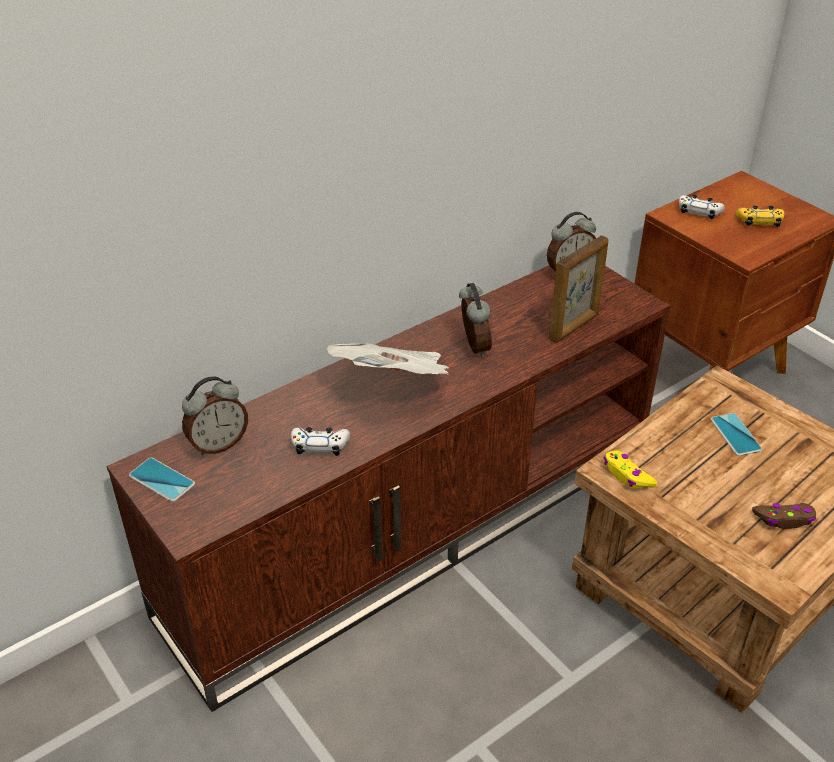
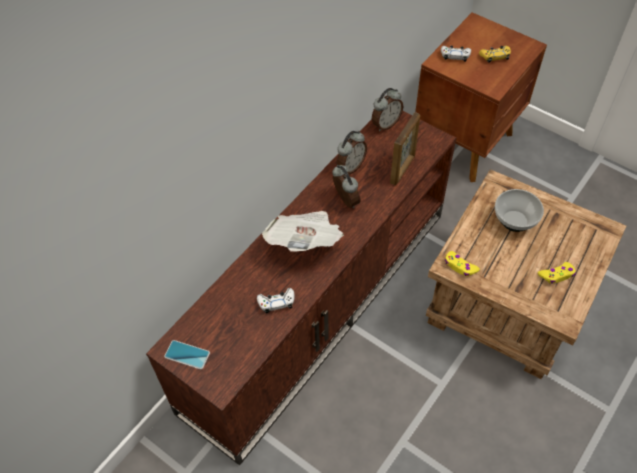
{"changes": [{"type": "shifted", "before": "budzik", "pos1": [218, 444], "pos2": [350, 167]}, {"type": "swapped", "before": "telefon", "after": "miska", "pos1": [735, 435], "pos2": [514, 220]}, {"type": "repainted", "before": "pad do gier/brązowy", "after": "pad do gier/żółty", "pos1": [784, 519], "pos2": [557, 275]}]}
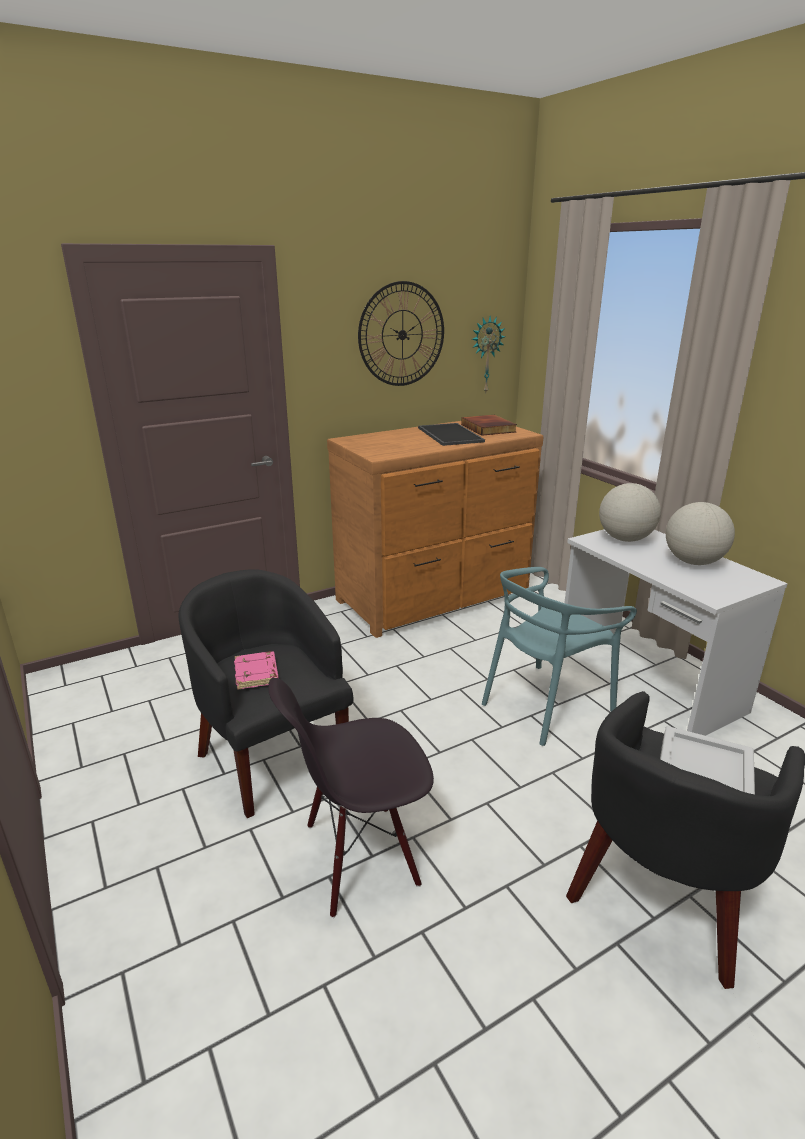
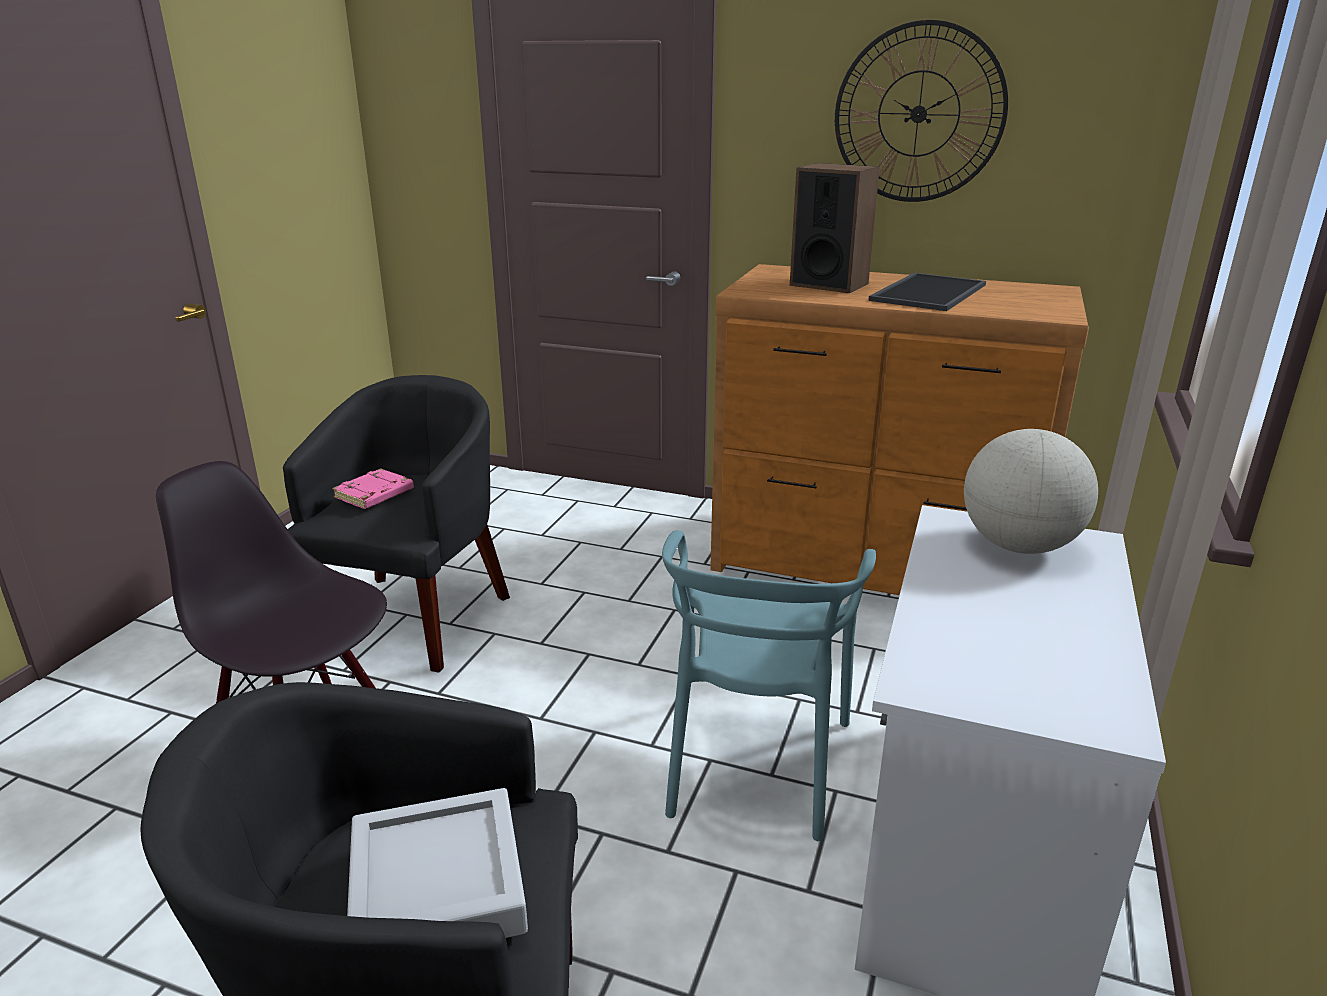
{"changes": [{"type": "gone", "before": "zegar ścienny", "pos1": [485, 355]}, {"type": "gone", "before": "książka", "pos1": [489, 428]}, {"type": "gone", "before": "globus", "pos1": [693, 562]}, {"type": "rotated", "before": "krzesło/turkusowy", "pos1": [545, 704], "pos2": [754, 763], "turn": -90}, {"type": "new", "after": "głośnik", "pos2": [829, 284]}]}
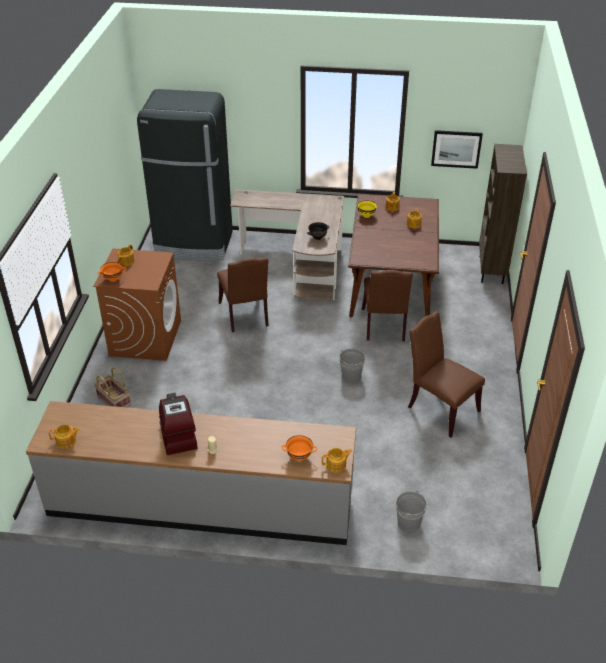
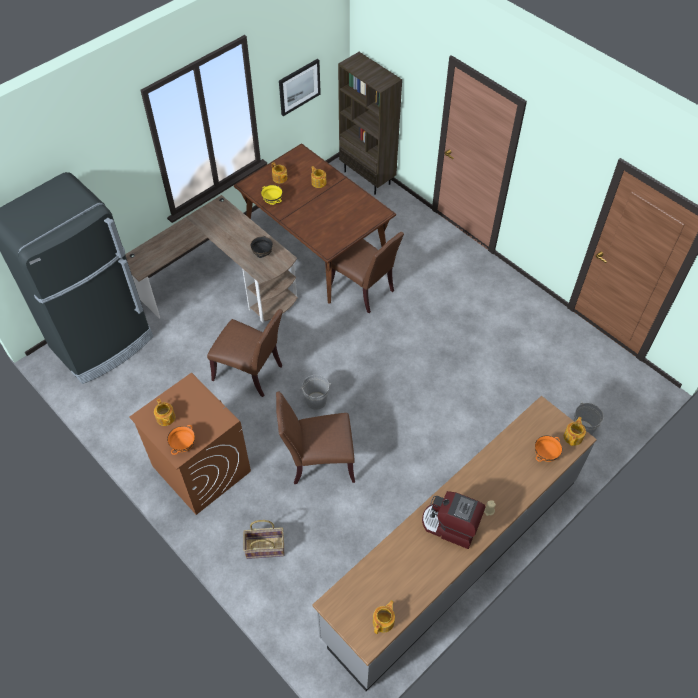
{"changes": [{"type": "shifted", "before": "krzesło/brązowy", "pos1": [440, 408], "pos2": [318, 461]}, {"type": "shifted", "before": "wiadro/szary", "pos1": [351, 376], "pos2": [316, 401]}]}
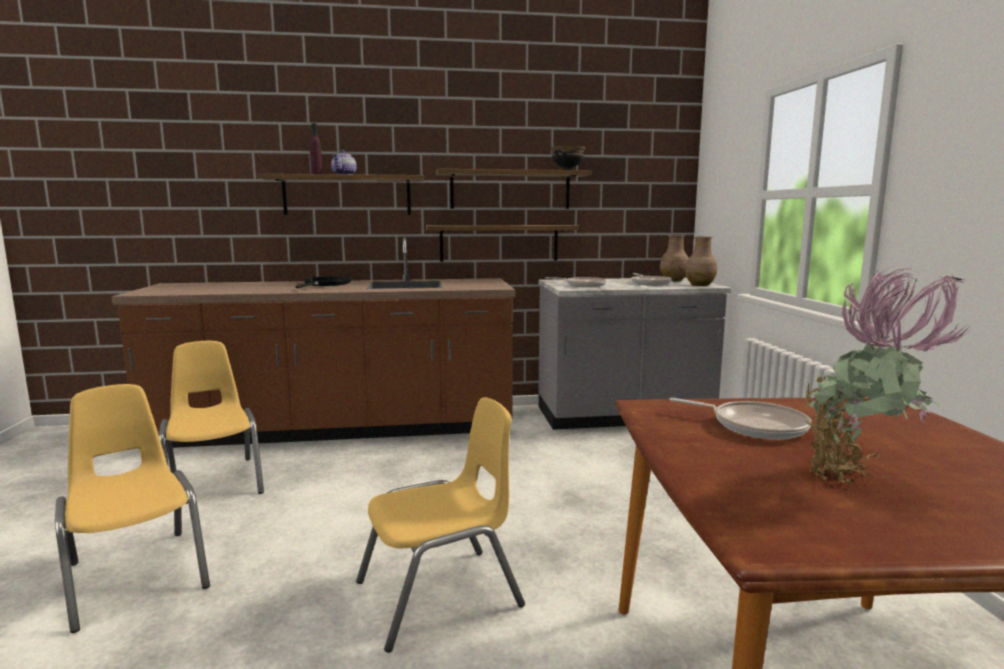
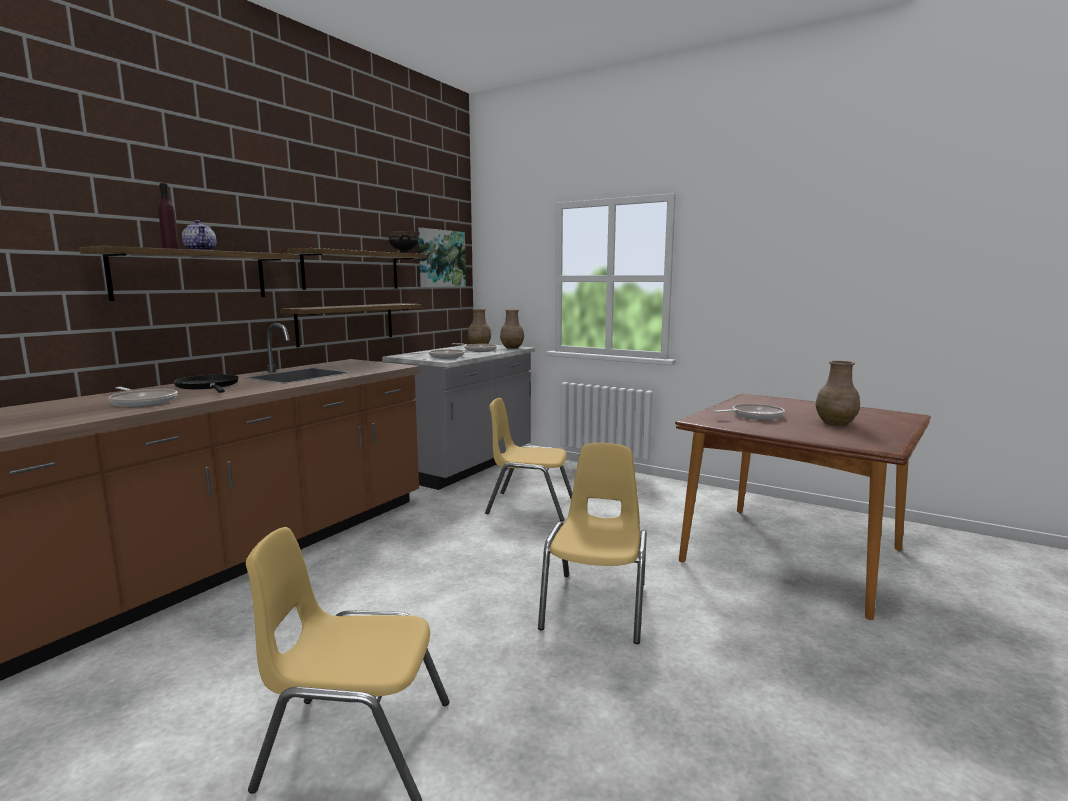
{"changes": [{"type": "swapped", "before": "roślina doniczkowa", "after": "wazon/brązowy", "pos1": [860, 481], "pos2": [836, 423]}, {"type": "shifted", "before": "krzesło/żółty", "pos1": [214, 482], "pos2": [530, 506]}, {"type": "new", "after": "obraz", "pos2": [441, 258]}, {"type": "new", "after": "patelnia", "pos2": [143, 402]}]}
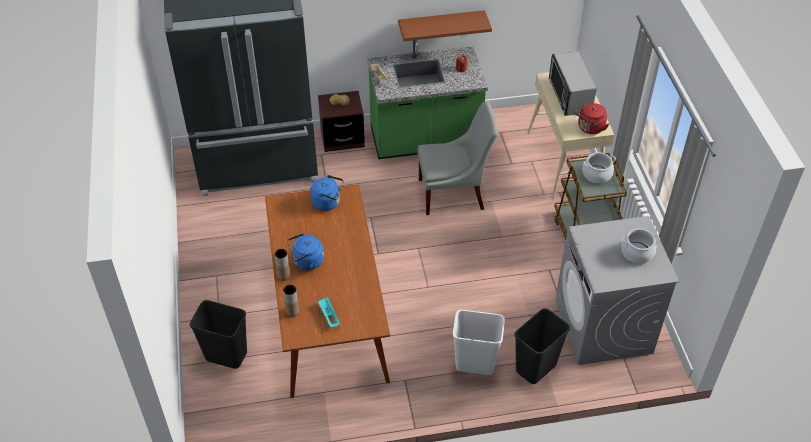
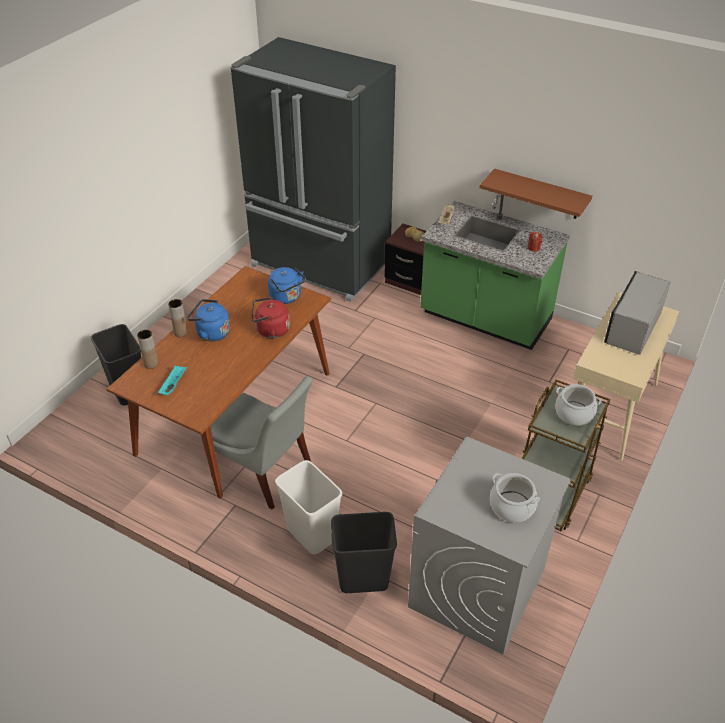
{"changes": [{"type": "shifted", "before": "krzesło/szary", "pos1": [454, 194], "pos2": [265, 473]}, {"type": "shifted", "before": "czajnik/czerwony", "pos1": [590, 128], "pos2": [270, 330]}]}
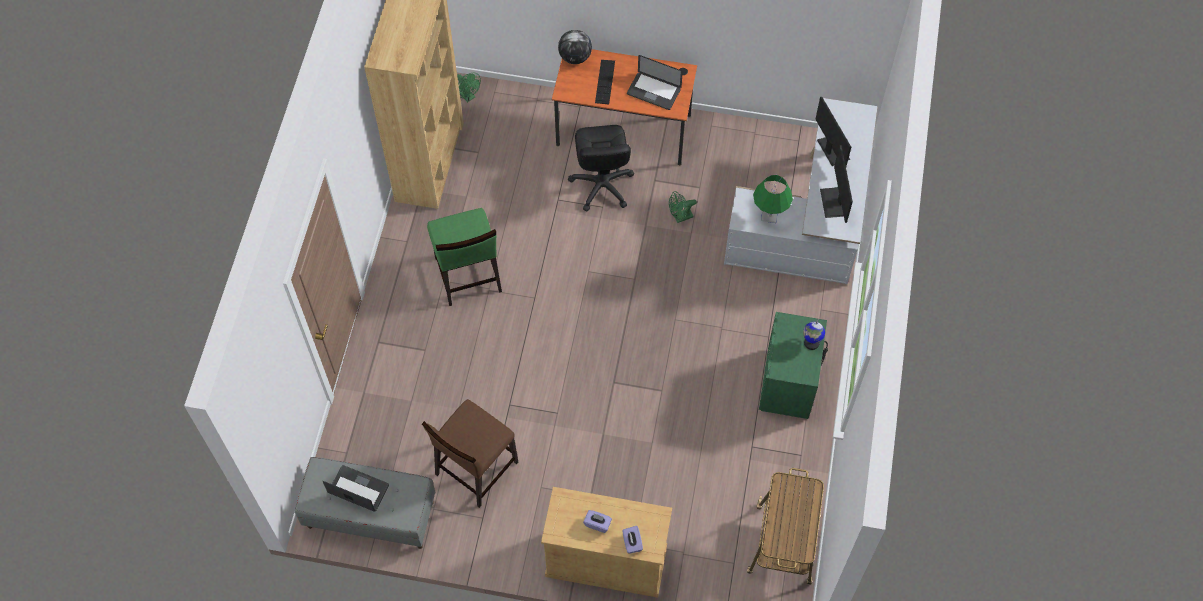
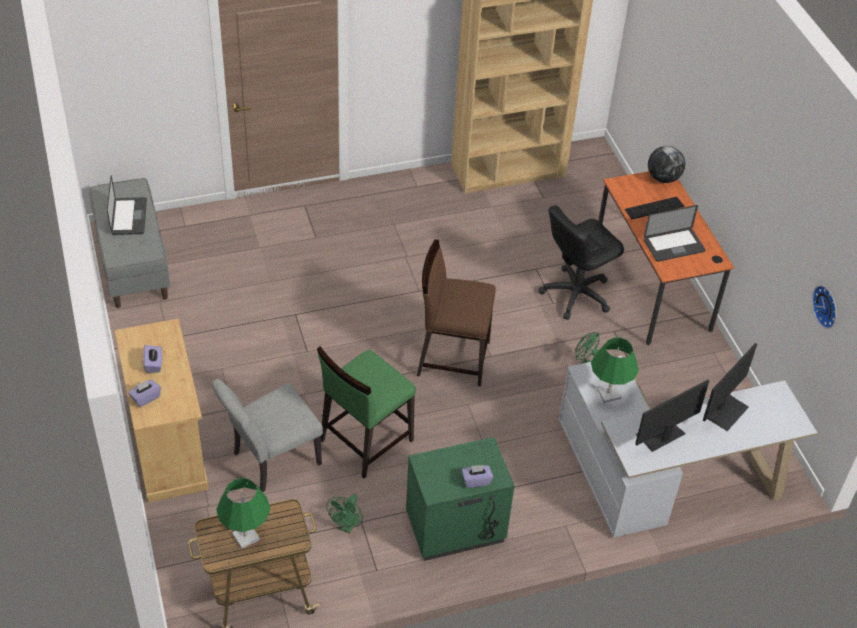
{"changes": [{"type": "rotated", "before": "laptop", "pos1": [653, 91], "pos2": [674, 246], "turn": -105}, {"type": "shifted", "before": "wentylator/zielony", "pos1": [468, 96], "pos2": [347, 526]}, {"type": "shifted", "before": "krzesło/zielony", "pos1": [467, 275], "pos2": [365, 440]}, {"type": "swapped", "before": "globus", "after": "pudełko chusteczek/fioletowy", "pos1": [811, 343], "pos2": [476, 481]}, {"type": "shifted", "before": "krzesło/brązowy", "pos1": [475, 468], "pos2": [452, 357]}, {"type": "new", "after": "zegar ścienny", "pos2": [827, 306]}, {"type": "new", "after": "krzesło/szary", "pos2": [270, 461]}, {"type": "new", "after": "lampa stołowa/zielony", "pos2": [246, 536]}]}
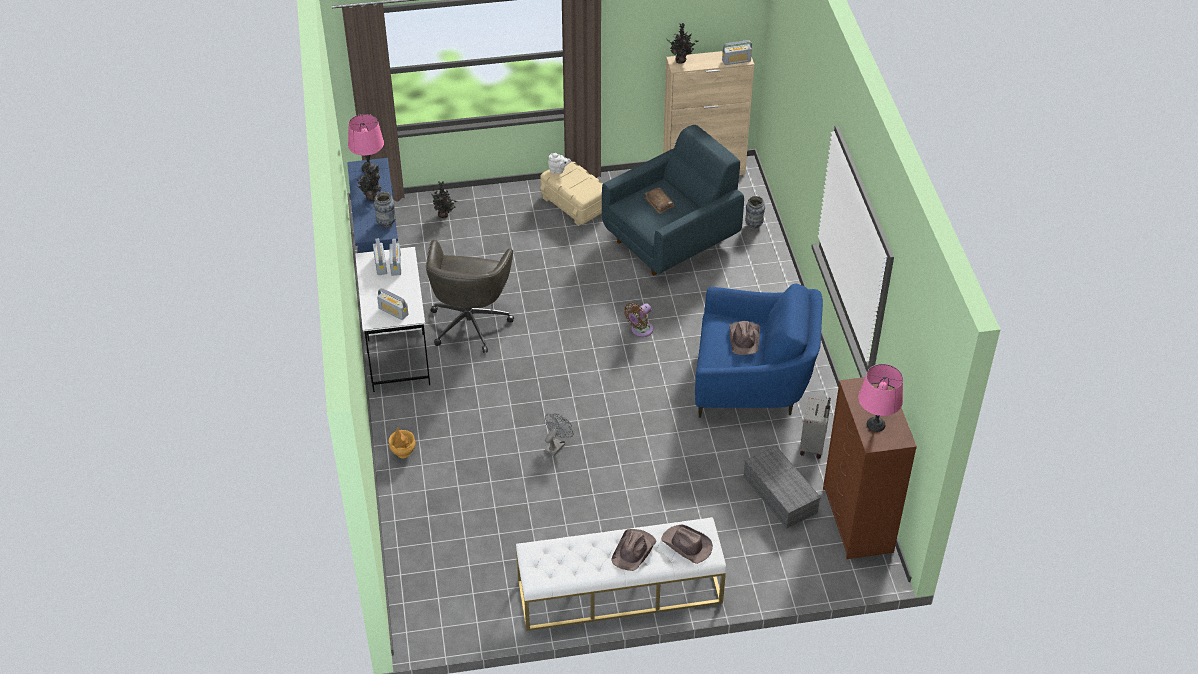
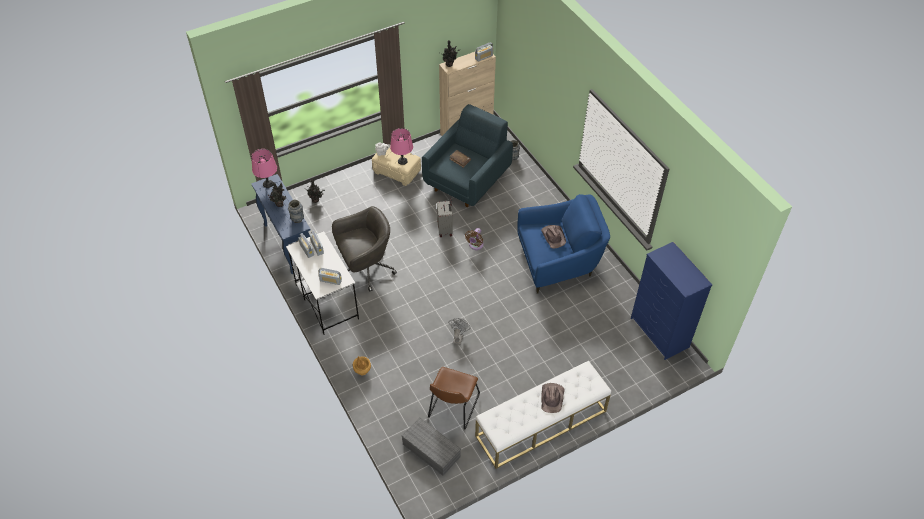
{"changes": [{"type": "rotated", "before": "krzesło biurowe/szary", "pos1": [470, 322], "pos2": [366, 269], "turn": -105}, {"type": "shifted", "before": "lampa stołowa/różowy", "pos1": [875, 425], "pos2": [402, 161]}, {"type": "repainted", "before": "komoda/brązowy", "after": "komoda/niebieski", "pos1": [857, 521], "pos2": [660, 333]}, {"type": "shifted", "before": "walizka/szary", "pos1": [813, 446], "pos2": [445, 229]}, {"type": "shifted", "before": "pojemnik do przechowywania/szary", "pos1": [778, 494], "pos2": [430, 450]}, {"type": "gone", "before": "kapelusz/brązowy", "pos1": [687, 545]}, {"type": "new", "after": "krzesło/brązowy", "pos2": [453, 407]}]}
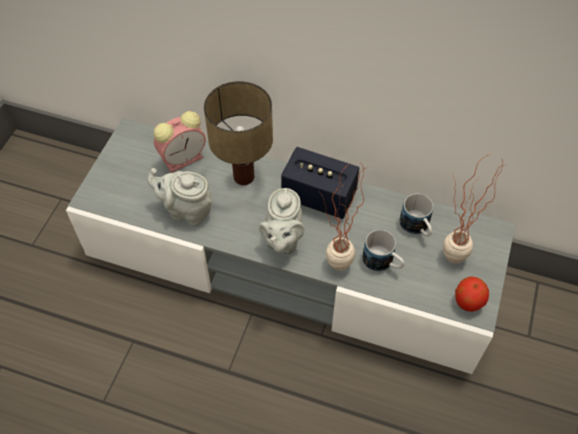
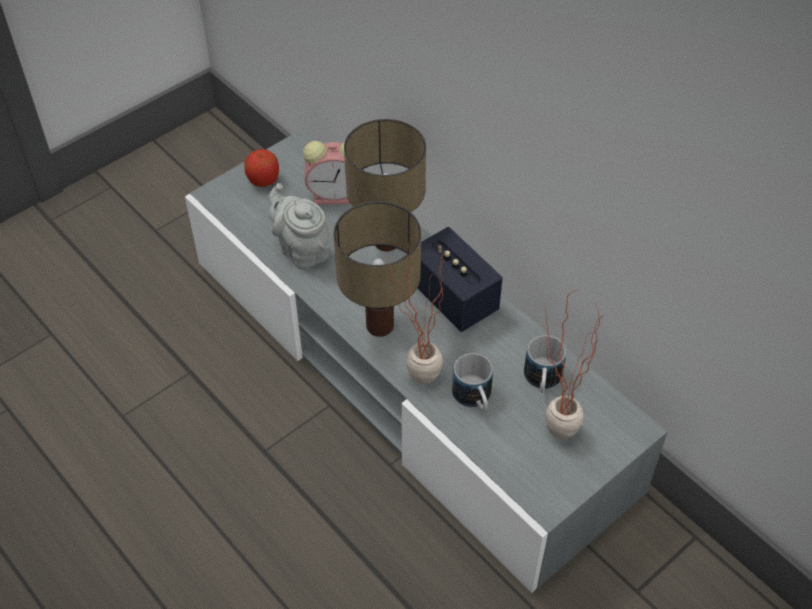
{"changes": [{"type": "swapped", "before": "imbryk/szary", "after": "lampa stołowa", "pos1": [282, 240], "pos2": [381, 324]}, {"type": "shifted", "before": "jabłko", "pos1": [468, 302], "pos2": [263, 181]}]}
